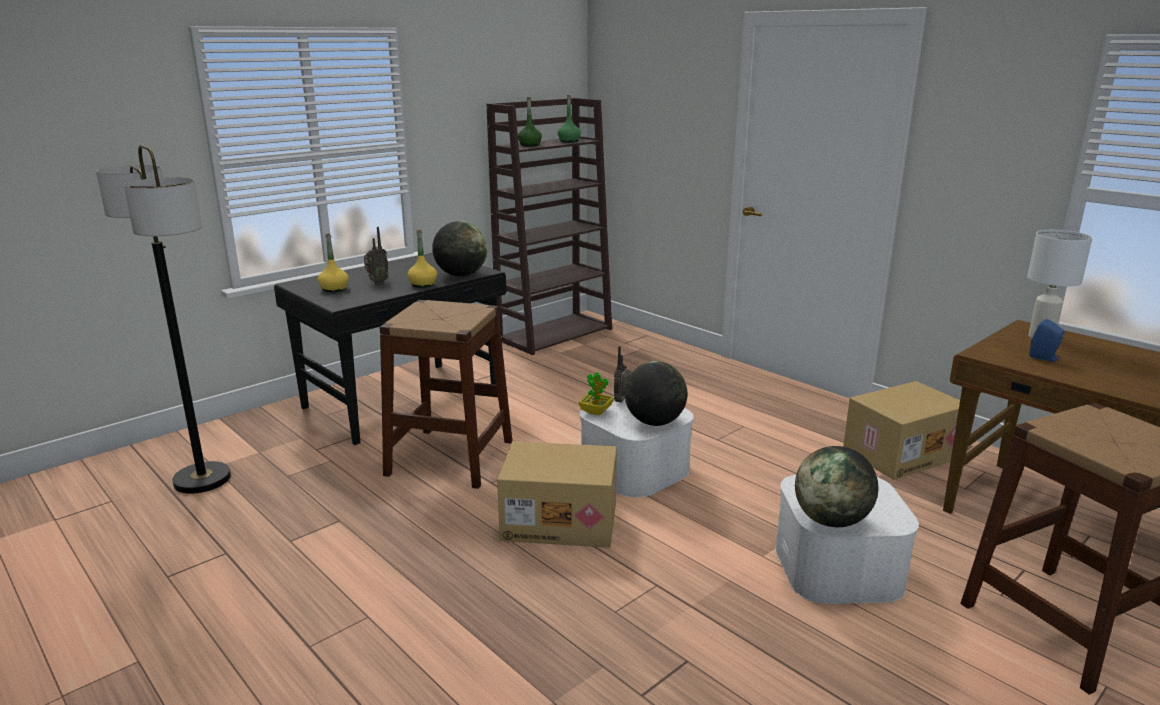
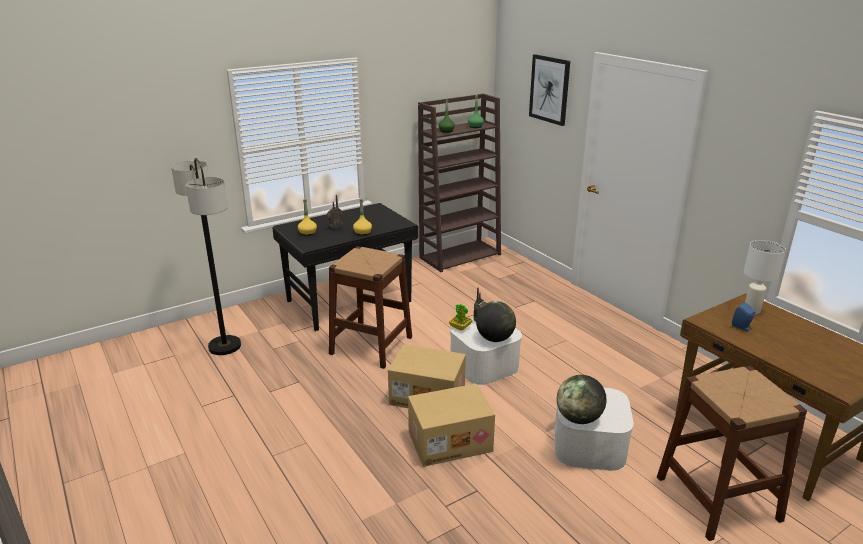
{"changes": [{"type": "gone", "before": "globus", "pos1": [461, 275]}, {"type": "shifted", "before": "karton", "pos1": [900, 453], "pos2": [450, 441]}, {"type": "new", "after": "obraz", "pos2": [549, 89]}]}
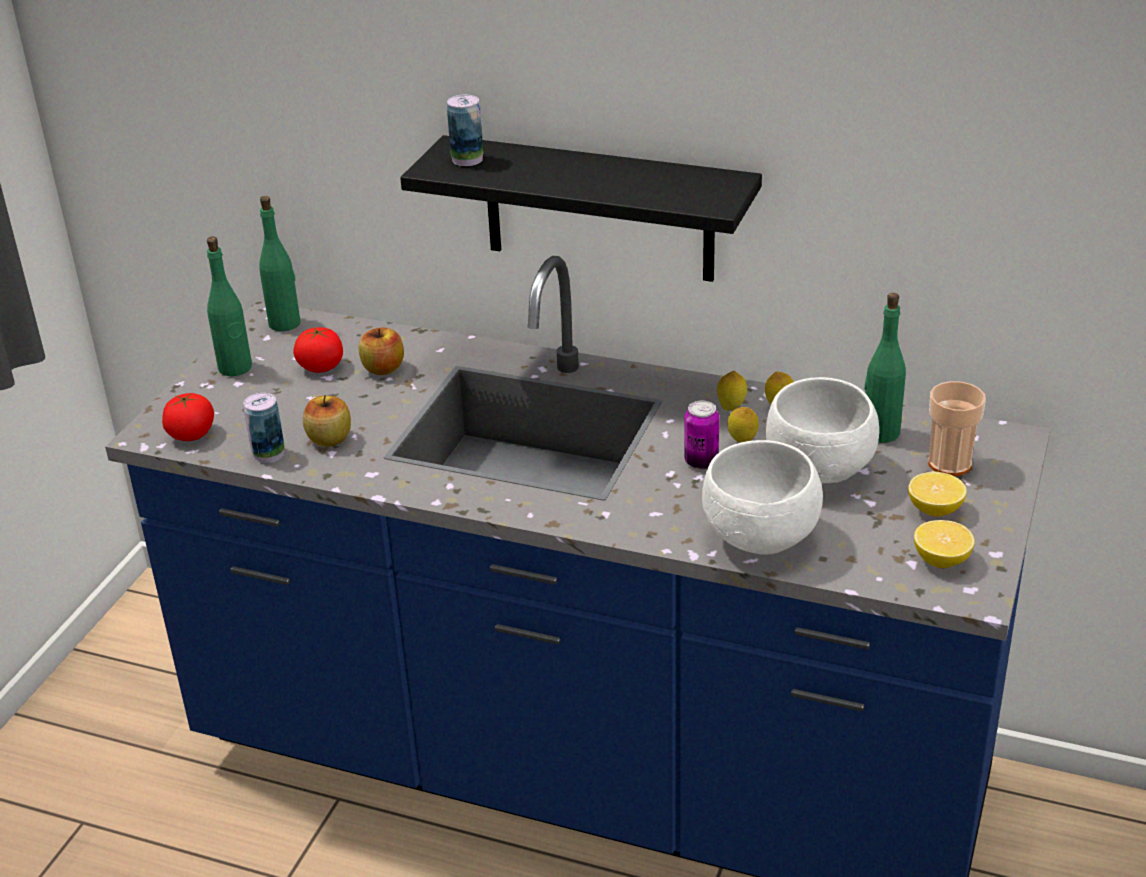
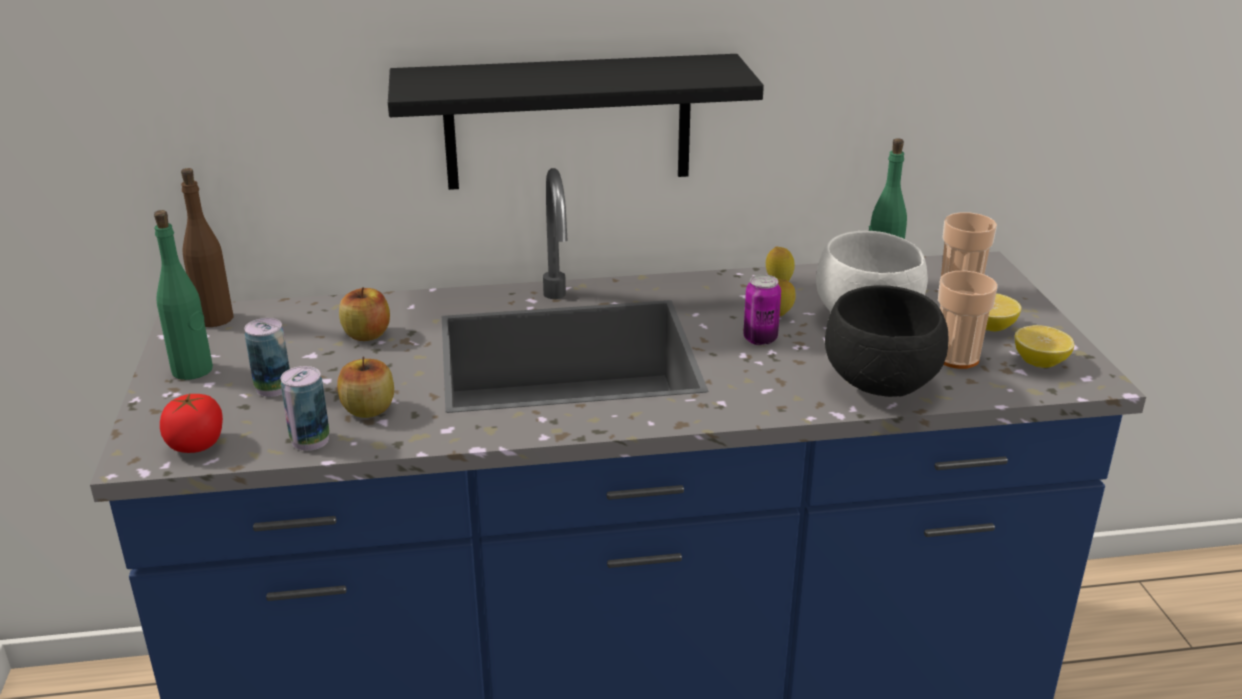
{"changes": [{"type": "shifted", "before": "puszka", "pos1": [467, 159], "pos2": [273, 388]}, {"type": "repainted", "before": "butelka/zielony", "after": "butelka/brązowy", "pos1": [285, 323], "pos2": [215, 318]}, {"type": "gone", "before": "pomidor", "pos1": [321, 367]}, {"type": "gone", "before": "cytryna", "pos1": [731, 408]}, {"type": "repainted", "before": "miska/biały", "after": "miska/czarny", "pos1": [762, 540], "pos2": [883, 386]}, {"type": "new", "after": "filiżanka", "pos2": [956, 358]}]}
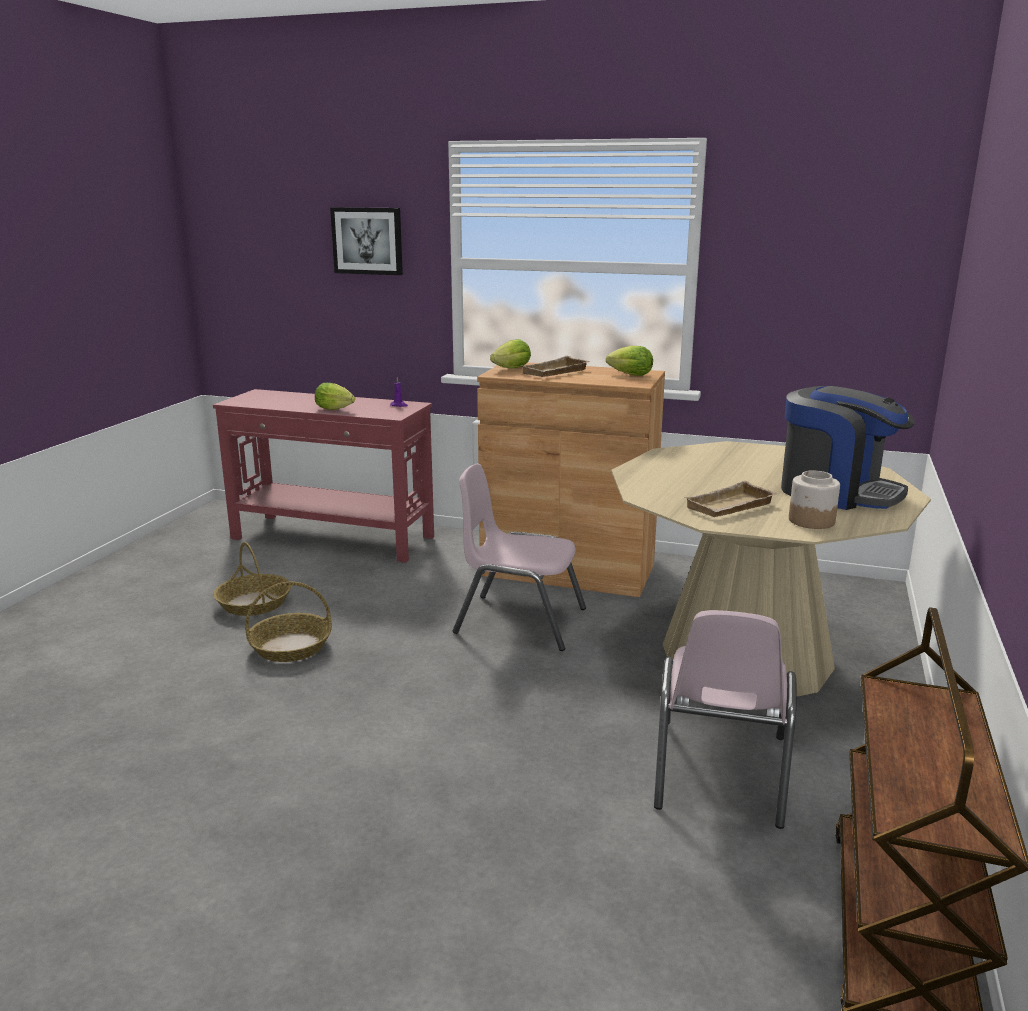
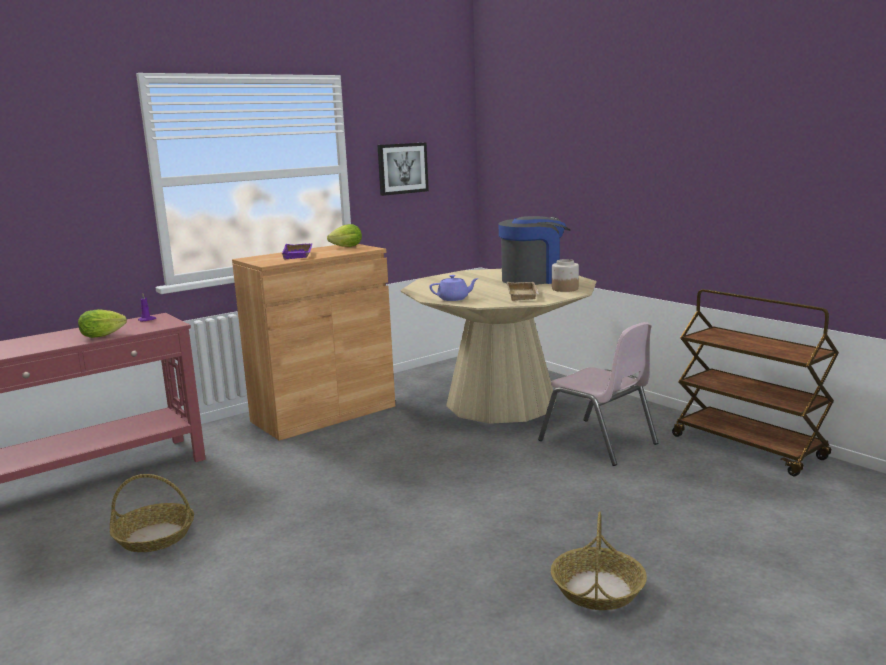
{"changes": [{"type": "shifted", "before": "obraz", "pos1": [367, 241], "pos2": [402, 168]}, {"type": "gone", "before": "sałata", "pos1": [509, 369]}, {"type": "repainted", "before": "taca/beżowy", "after": "taca/fioletowy", "pos1": [555, 372], "pos2": [299, 255]}, {"type": "gone", "before": "krzesło/różowy", "pos1": [519, 621]}, {"type": "shifted", "before": "koszyk", "pos1": [291, 646], "pos2": [597, 589]}, {"type": "new", "after": "imbryk/fioletowy", "pos2": [454, 299]}]}
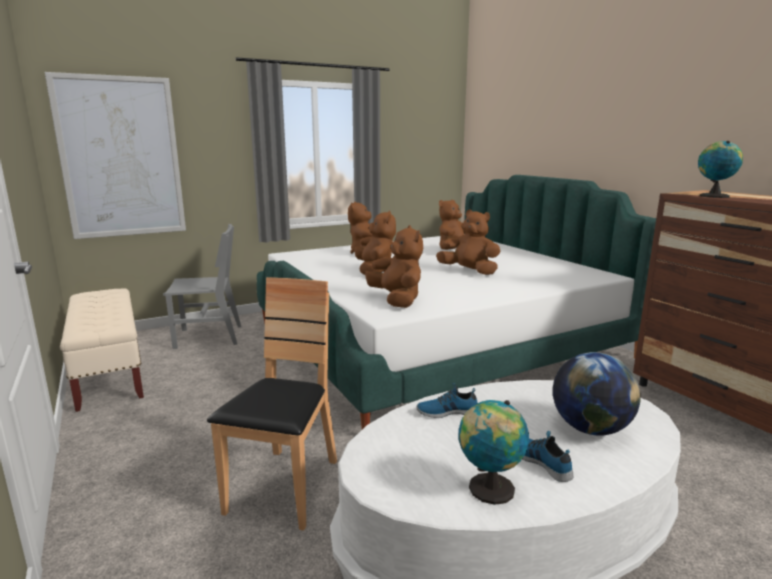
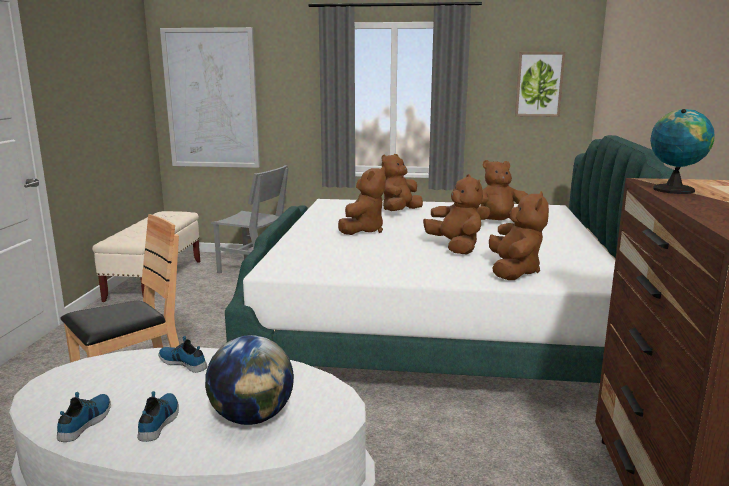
{"changes": [{"type": "shifted", "before": "pluszak/brązowy", "pos1": [397, 300], "pos2": [513, 271]}, {"type": "swapped", "before": "globus", "after": "but", "pos1": [489, 490], "pos2": [86, 422]}, {"type": "new", "after": "obraz", "pos2": [539, 84]}]}
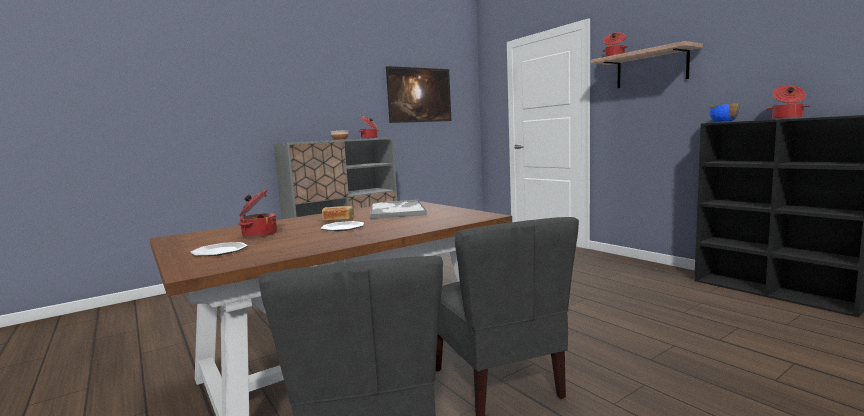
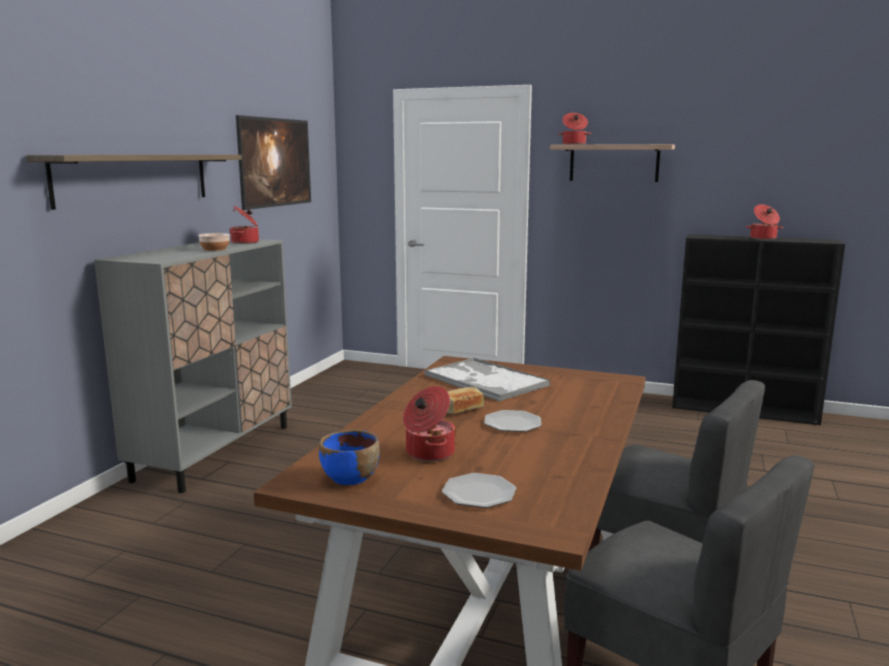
{"changes": [{"type": "shifted", "before": "miska/niebieski", "pos1": [723, 122], "pos2": [350, 478]}, {"type": "new", "after": "półka", "pos2": [134, 178]}]}
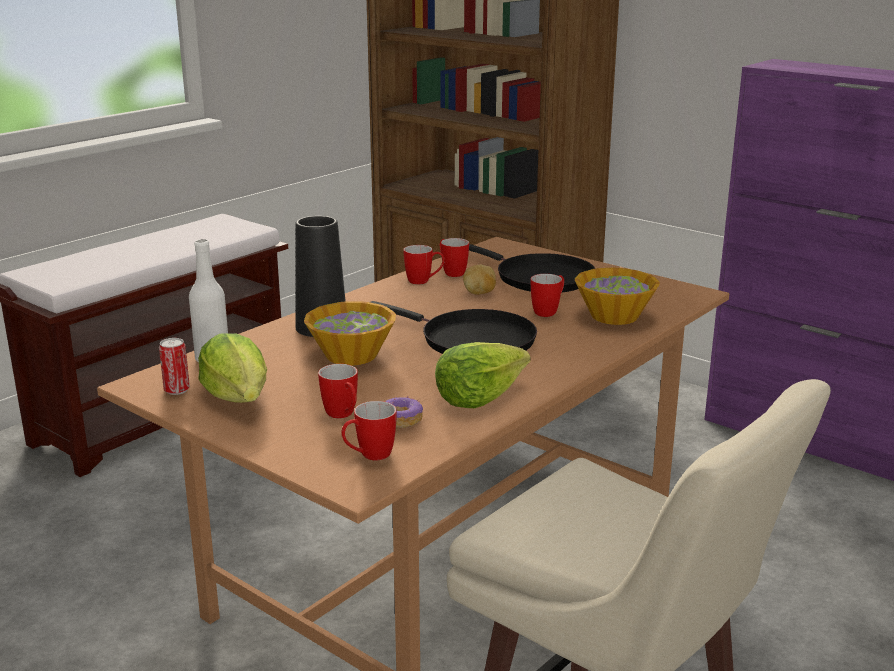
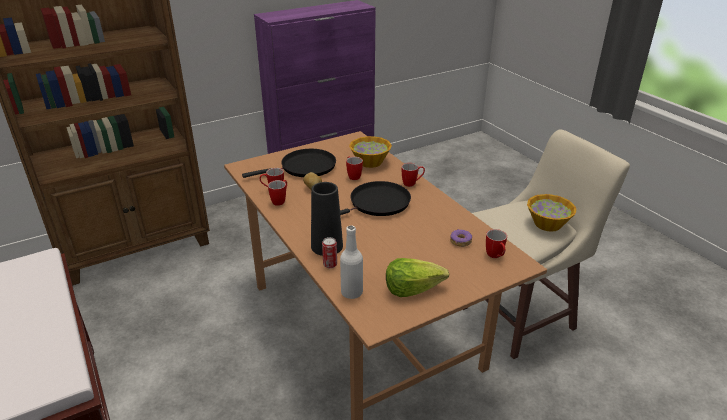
{"changes": [{"type": "shifted", "before": "miska", "pos1": [351, 355], "pos2": [548, 224]}, {"type": "shifted", "before": "puszka", "pos1": [177, 390], "pos2": [330, 264]}, {"type": "gone", "before": "sałata", "pos1": [479, 397]}, {"type": "shifted", "before": "kubek", "pos1": [343, 416], "pos2": [412, 183]}]}
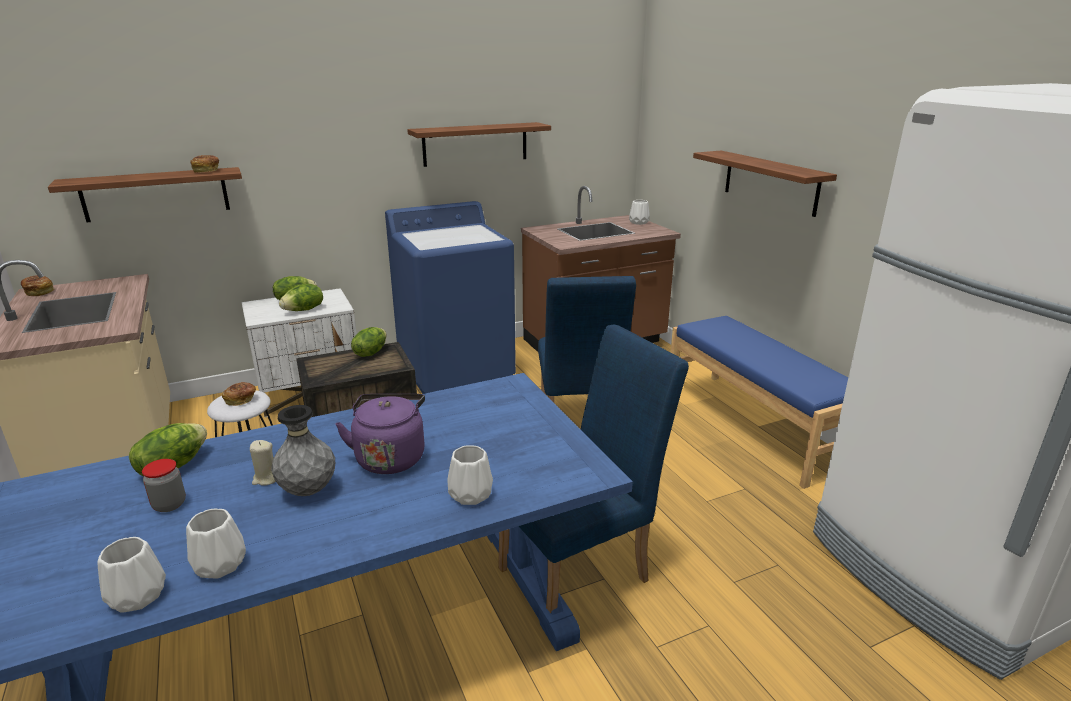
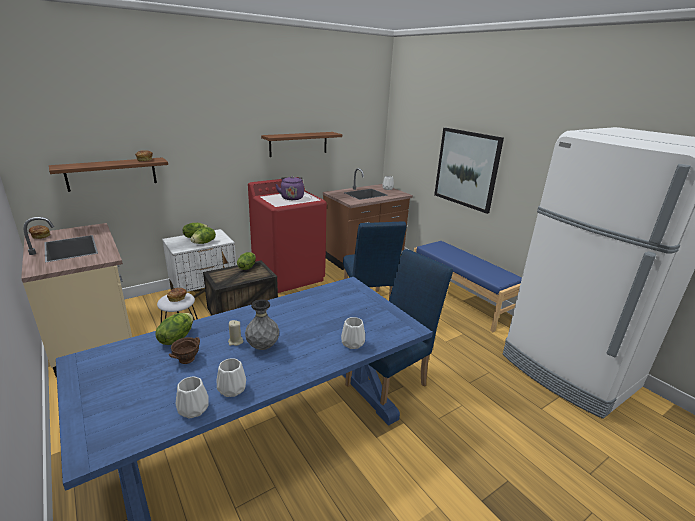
{"changes": [{"type": "swapped", "before": "półka", "after": "obraz", "pos1": [770, 182], "pos2": [466, 169]}, {"type": "repainted", "before": "pralka/niebieski", "after": "pralka/czerwony", "pos1": [456, 370], "pos2": [289, 275]}, {"type": "shifted", "before": "czajnik/fioletowy", "pos1": [390, 457], "pos2": [292, 197]}, {"type": "swapped", "before": "słoik", "after": "miska/brązowy", "pos1": [169, 505], "pos2": [186, 359]}]}
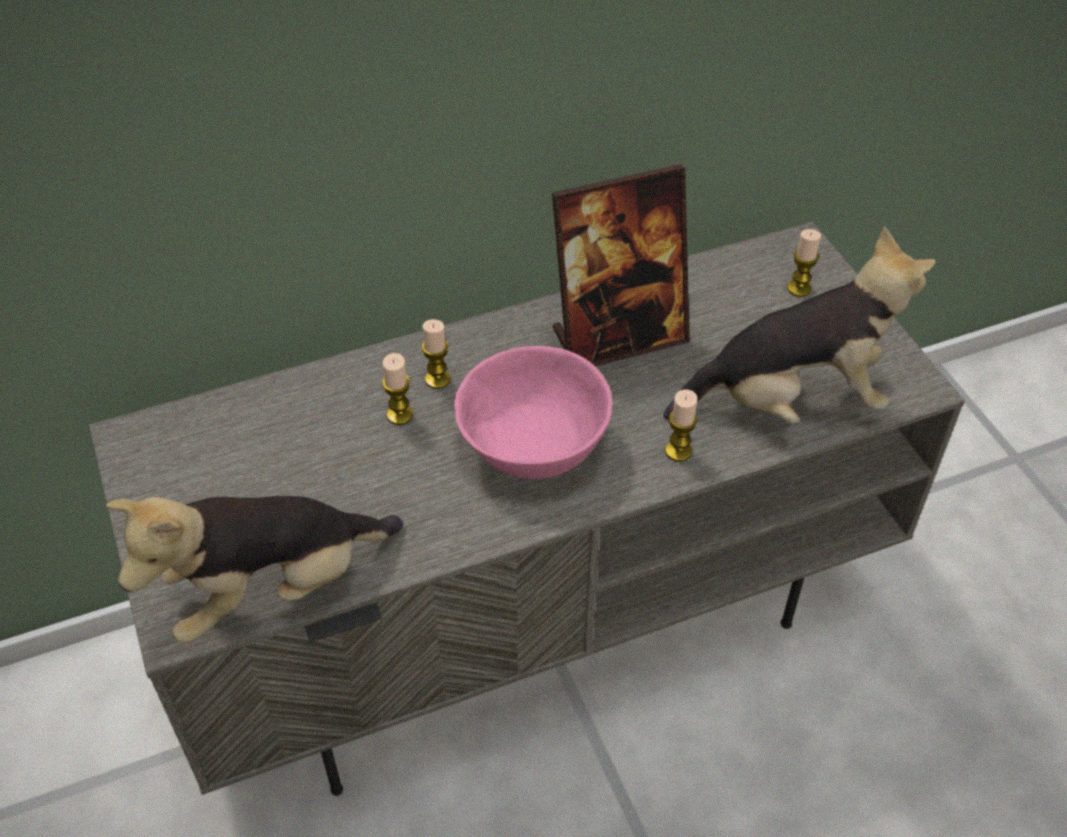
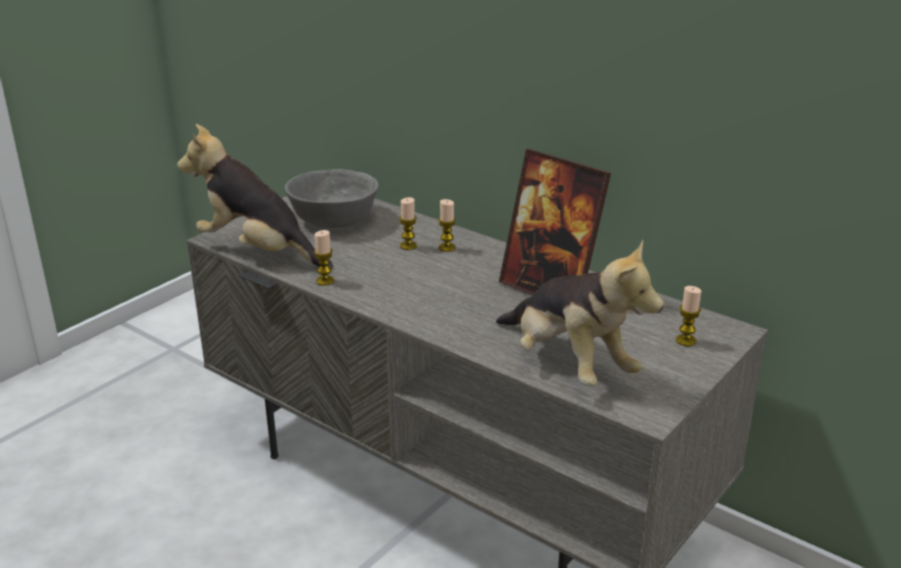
{"changes": [{"type": "gone", "before": "miska/różowy", "pos1": [533, 444]}, {"type": "shifted", "before": "świeca", "pos1": [678, 451], "pos2": [325, 281]}, {"type": "new", "after": "miska/szary", "pos2": [333, 219]}]}
